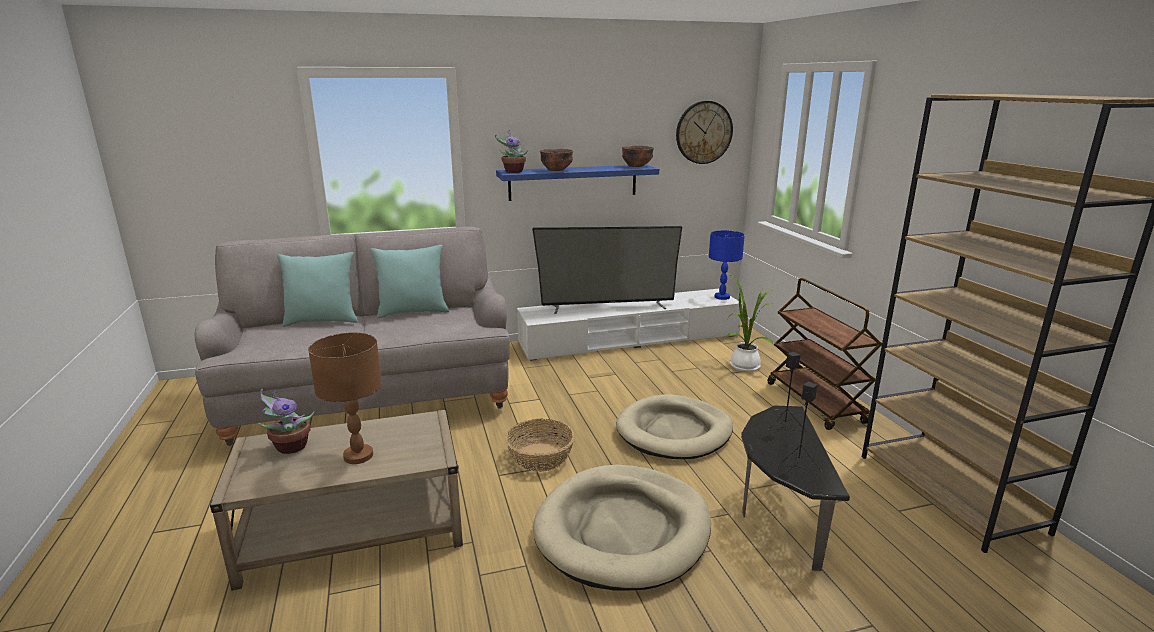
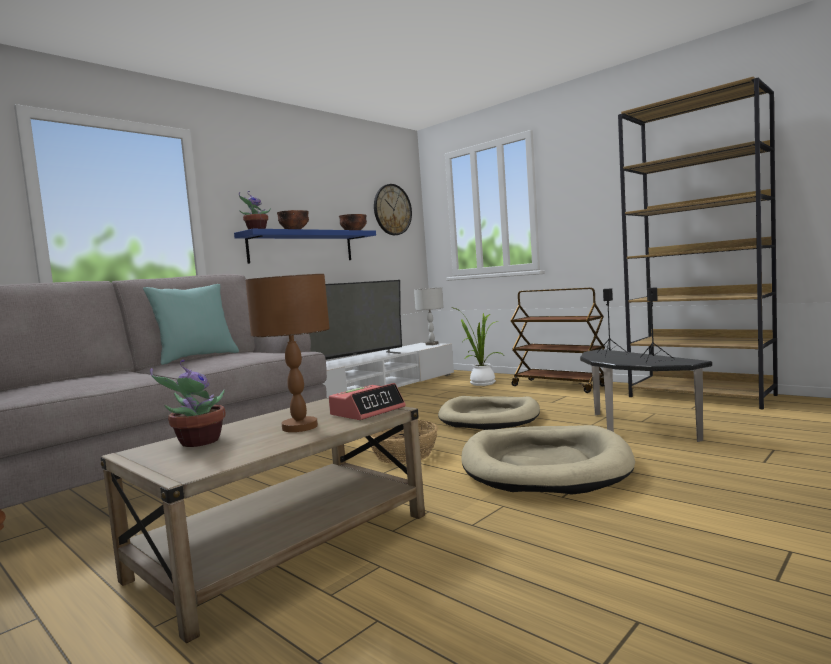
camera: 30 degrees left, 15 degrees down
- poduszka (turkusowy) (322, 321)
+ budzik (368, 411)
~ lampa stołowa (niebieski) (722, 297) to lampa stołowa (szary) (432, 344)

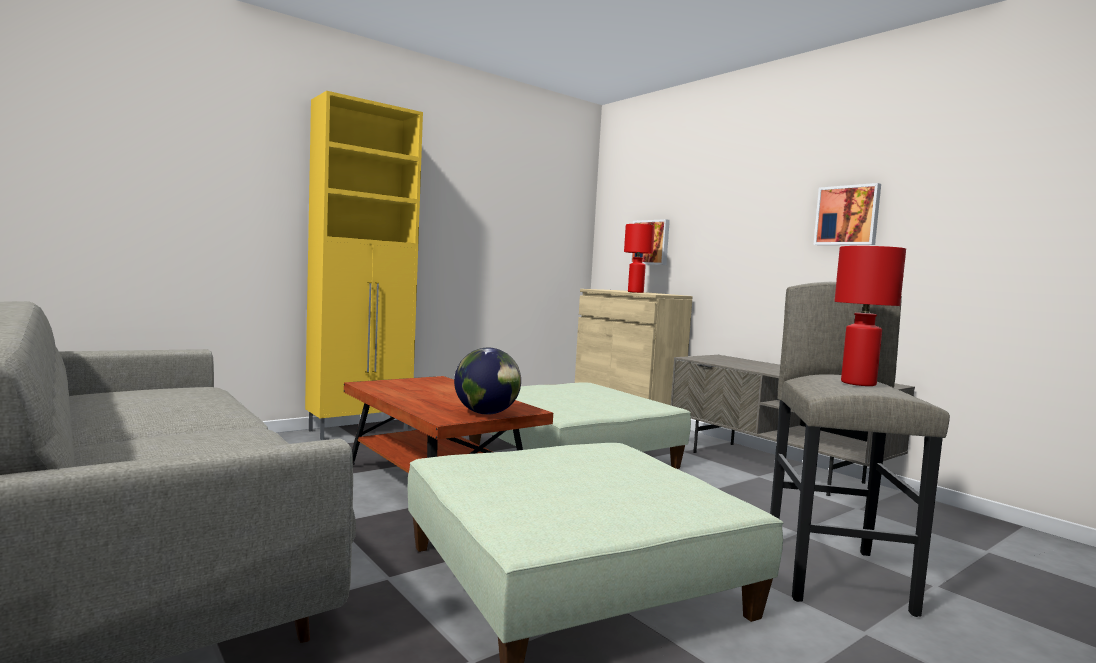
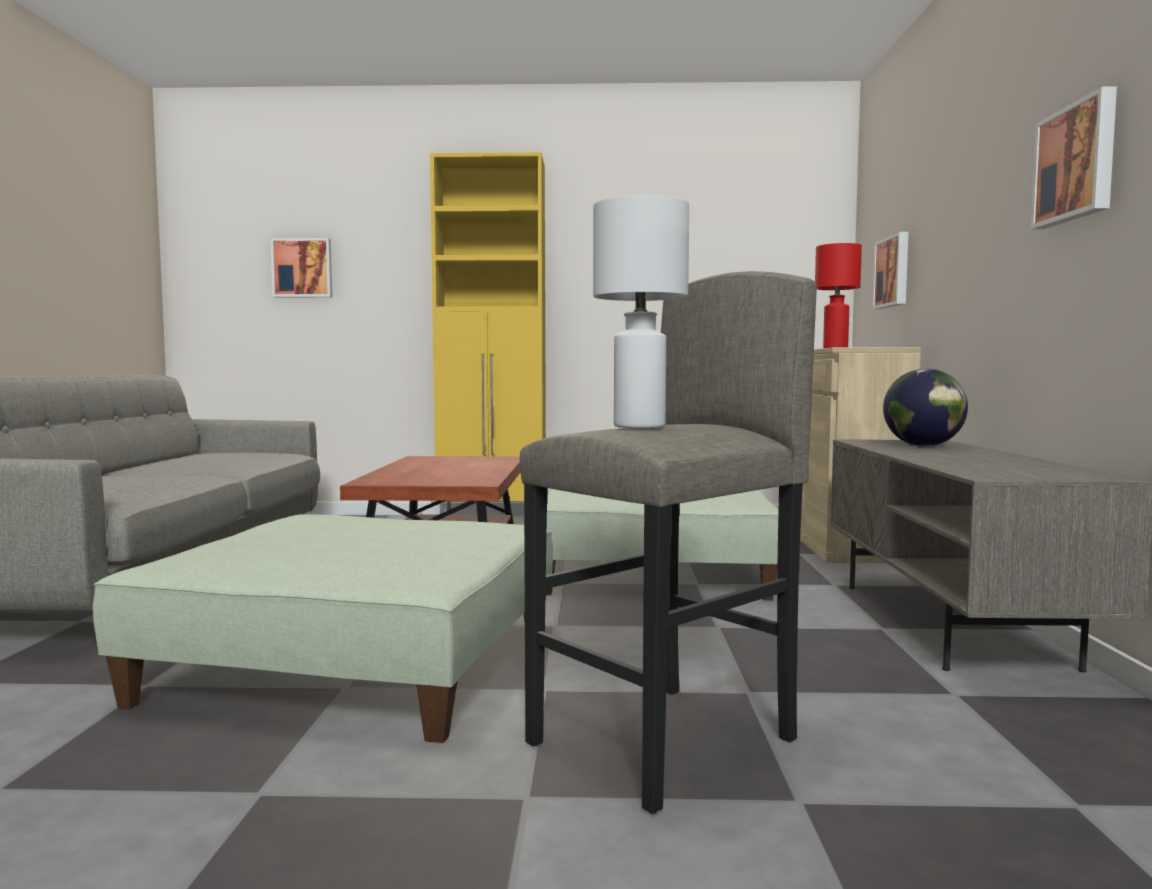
camera: 40 degrees right, 0 degrees up
+ obraz (303, 268)
~ globus (486, 413) to (923, 446)
~ lampa stołowa (czerwony) (857, 383) to lampa stołowa (biały) (639, 426)

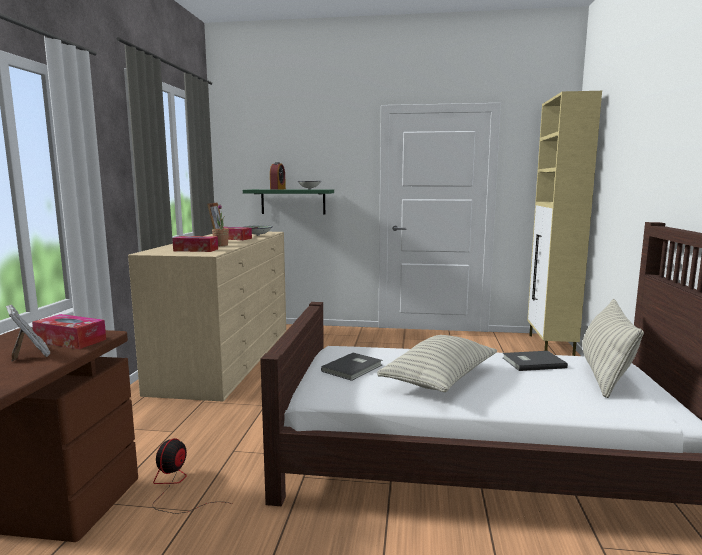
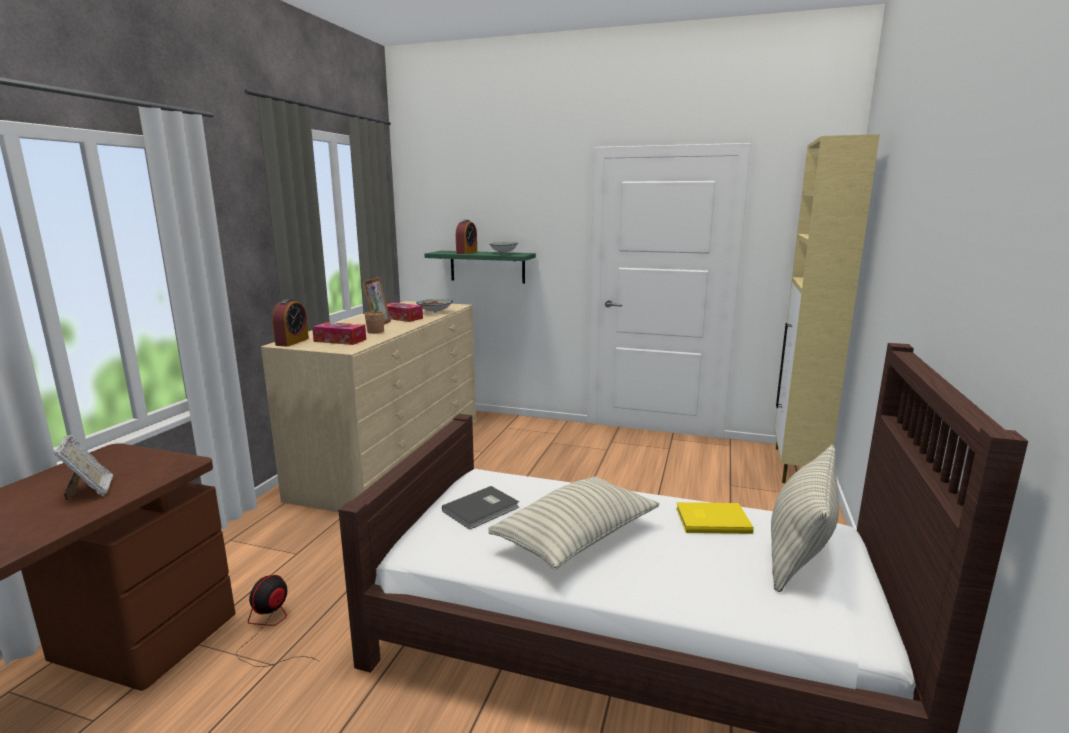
camera: 10 degrees right, 5 degrees up
- pudełko chusteczek (70, 340)
+ budzik (292, 342)
~ książka (szary) (532, 362) to książka (żółty) (711, 519)

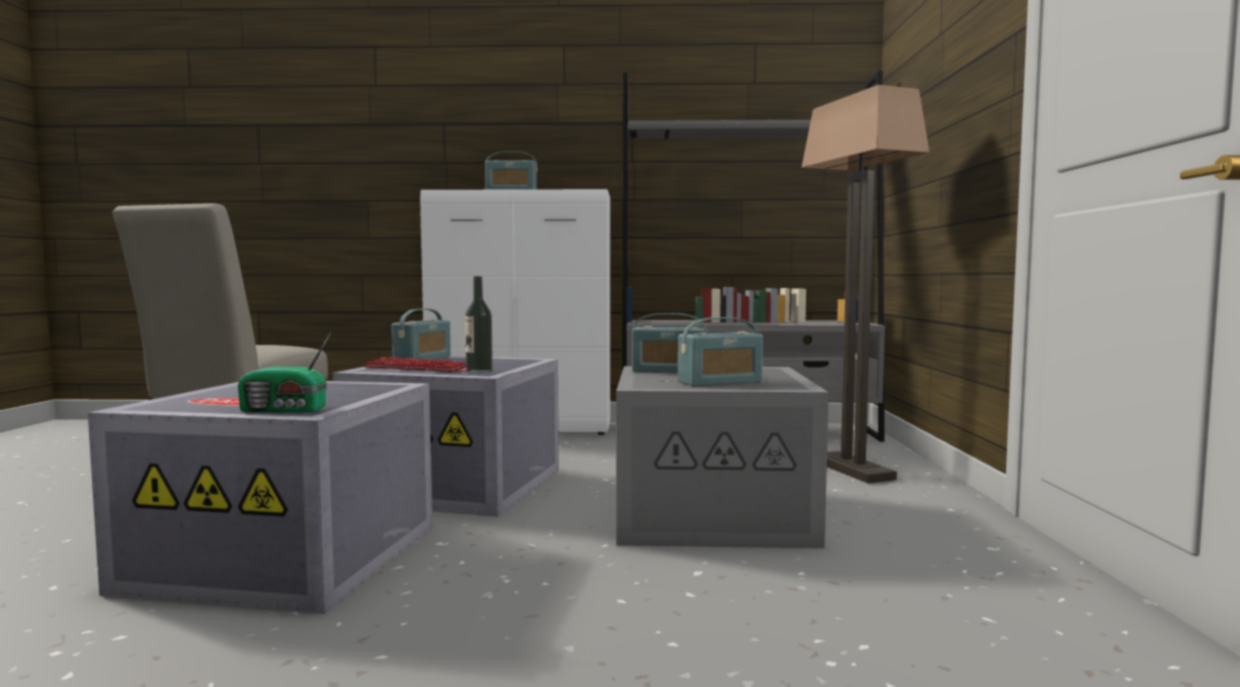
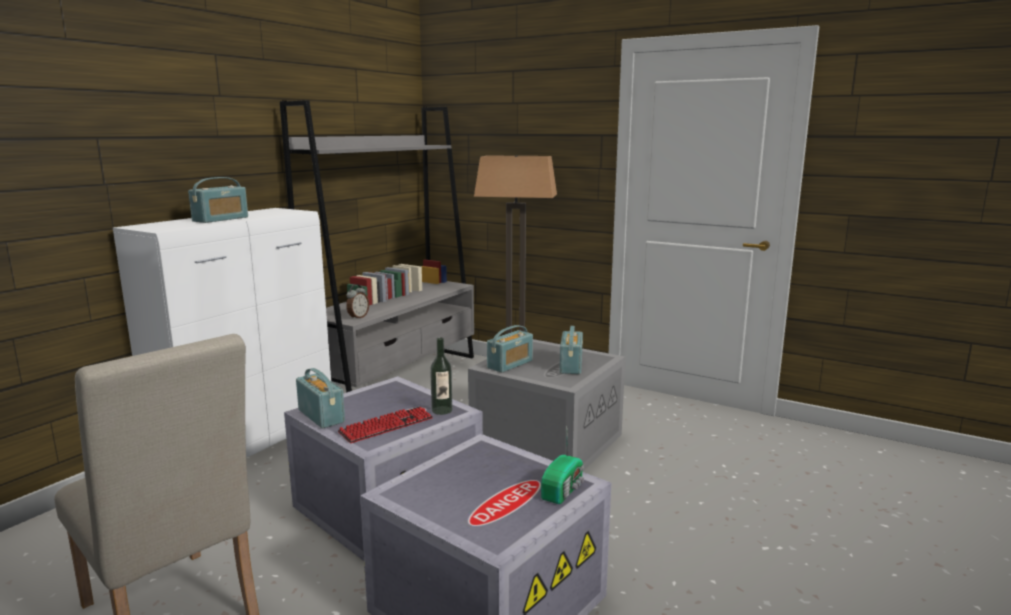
camera: 60 degrees left, 10 degrees up
+ budzik (358, 317)

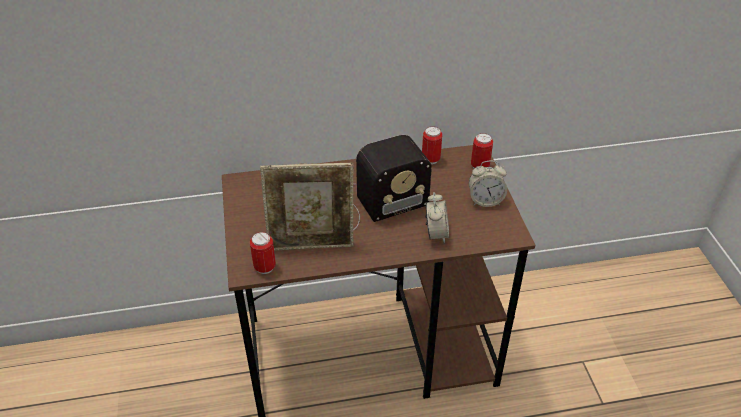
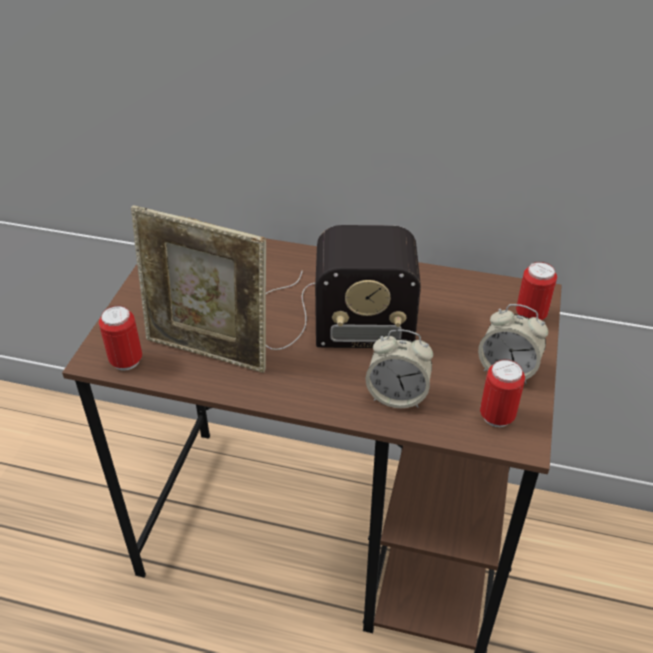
camera: 25 degrees right, 0 degrees up
~ puszka (430, 159) to (497, 416)
~ budzik (436, 234) = (397, 395) 75 degrees clockwise

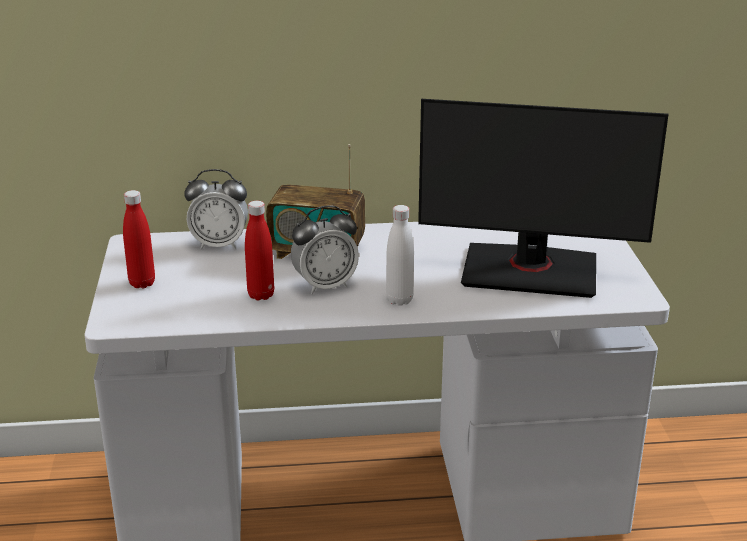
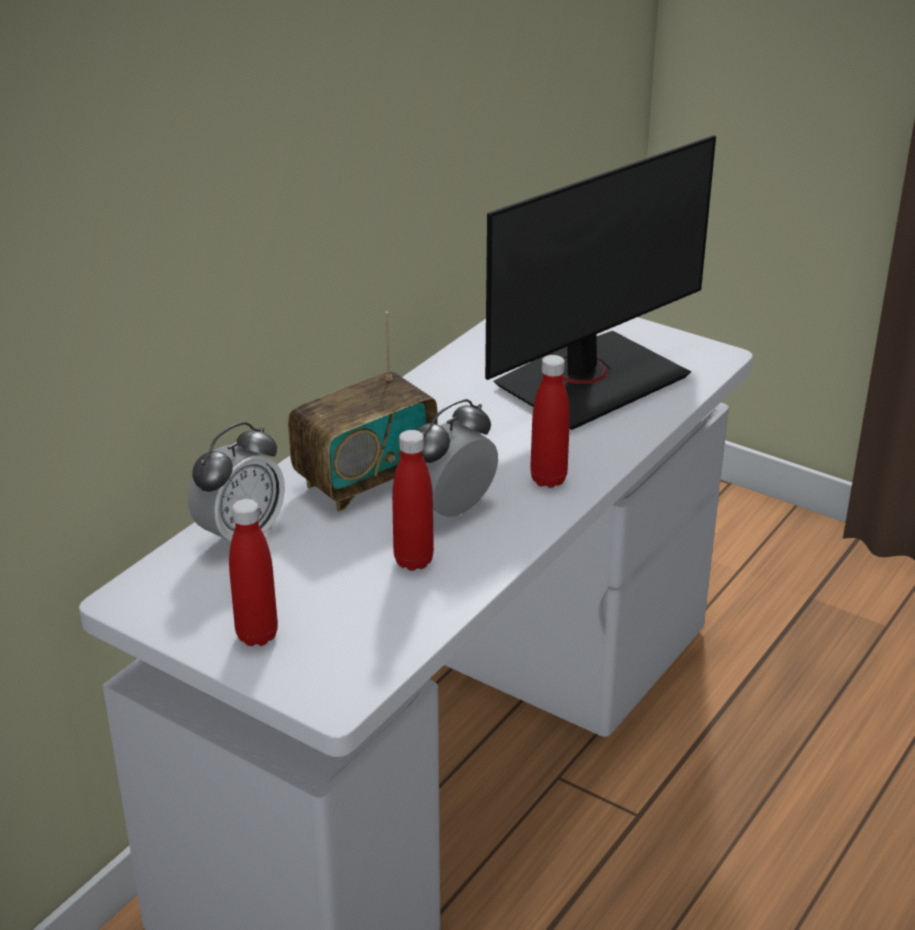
camera: 50 degrees left, 5 degrees up
~ butelka (biały) (399, 300) to butelka (czerwony) (548, 479)
~ budzik (325, 285) = (452, 509) 150 degrees counterclockwise

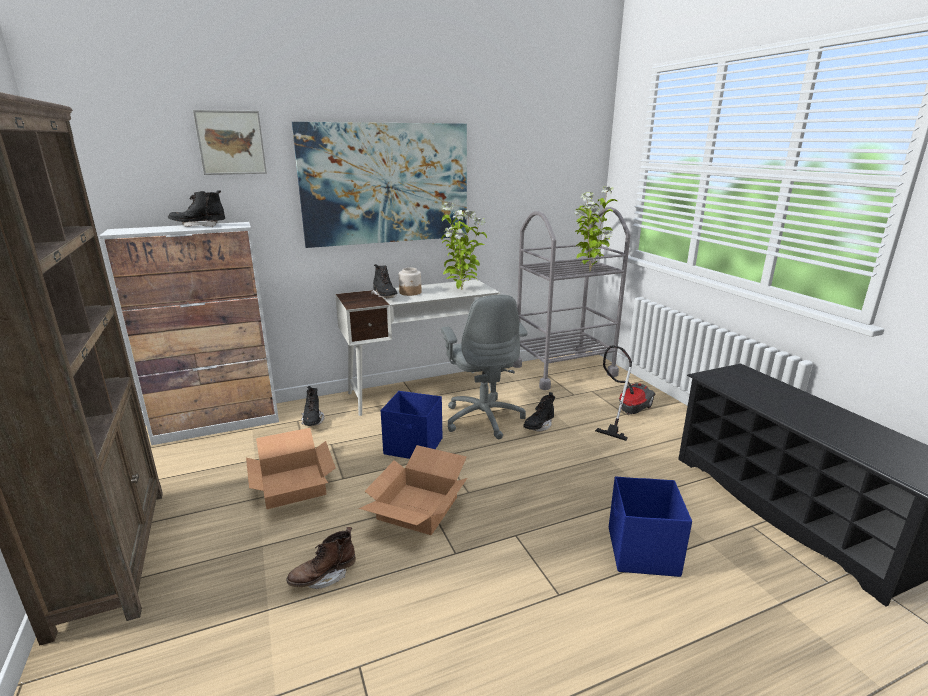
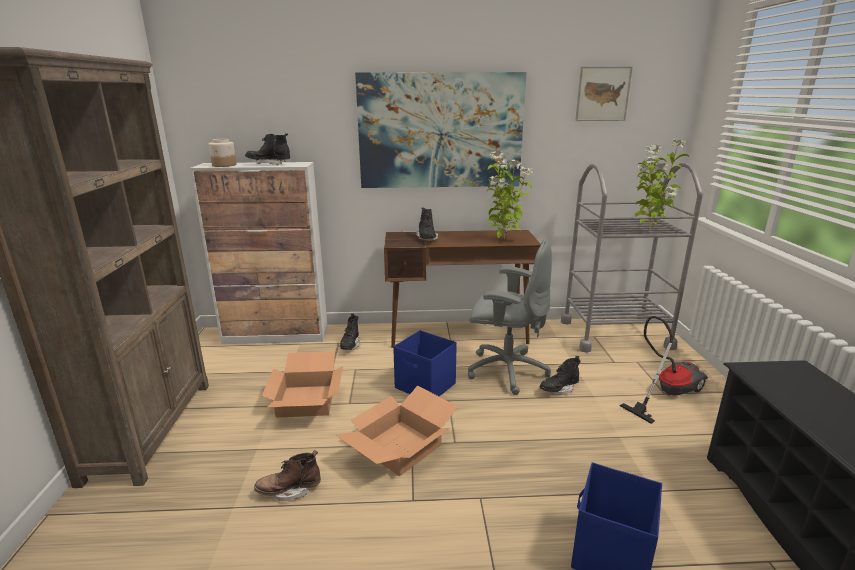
camera: 20 degrees right, 0 degrees up
~ obraz (231, 143) to (603, 94)
~ słoik (410, 292) to (224, 165)
~ biurko (biały) (422, 391) to biurko (brązowy) (459, 334)
~ krzesło biurowe (szary) (483, 418) = (505, 370) 75 degrees counterclockwise

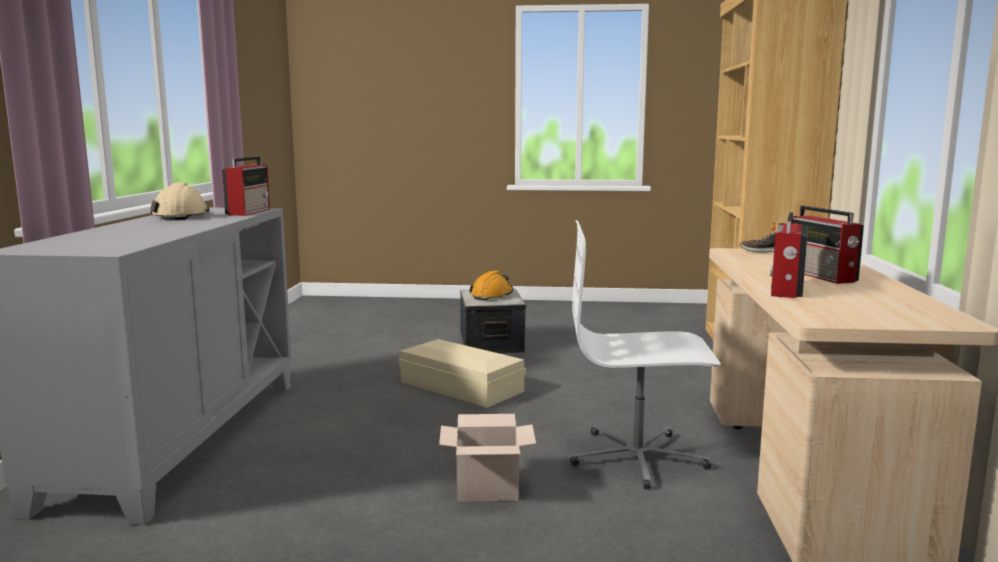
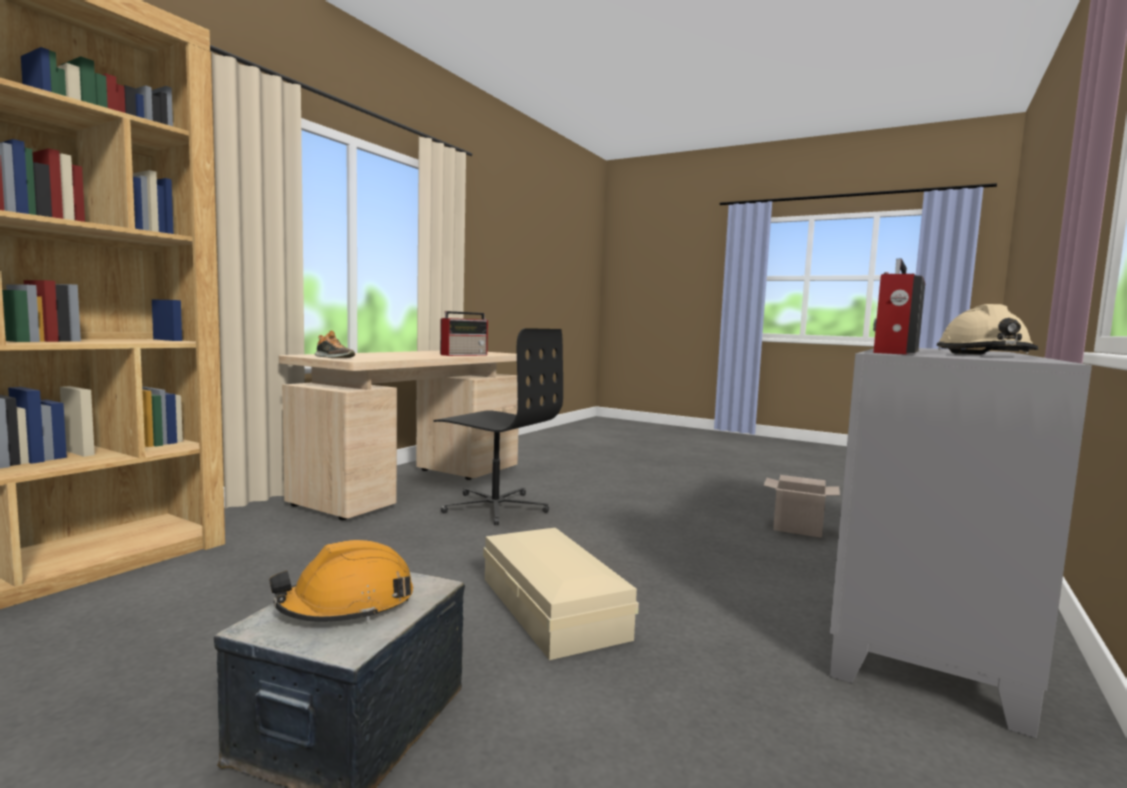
camera: 155 degrees left, 5 degrees down
- radio (822, 276)
~ karton (485, 489) to (799, 528)
~ krzesło biurowe (biały) (638, 458) to krzesło biurowe (czarny) (495, 507)

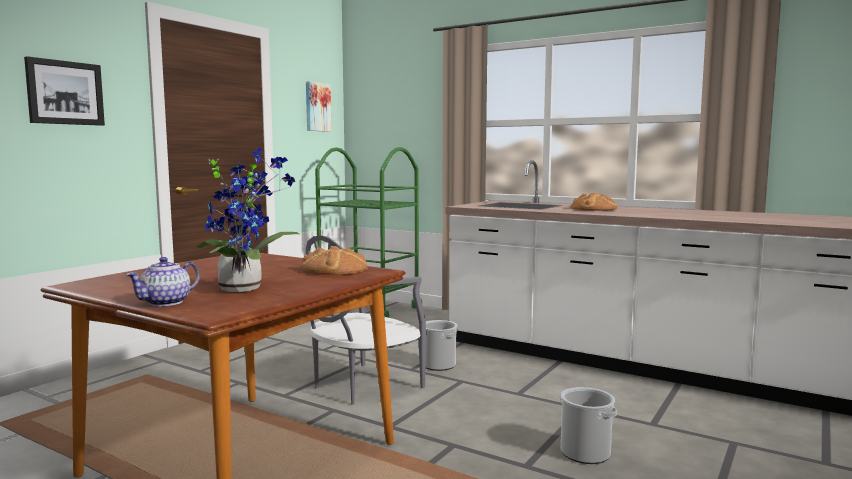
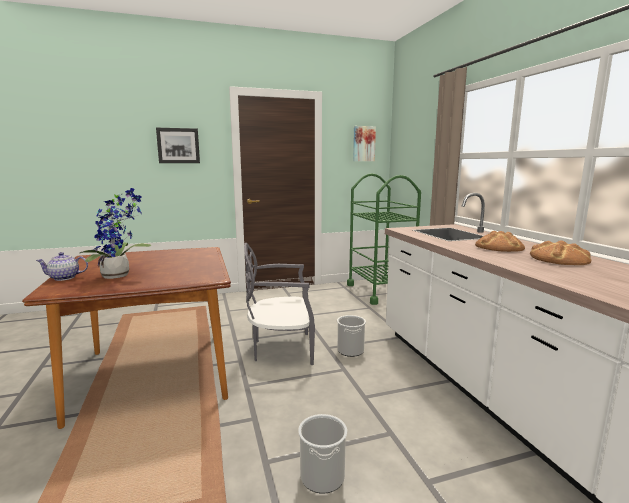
camera: 40 degrees right, 5 degrees up
~ chleb (334, 269) to (559, 259)

